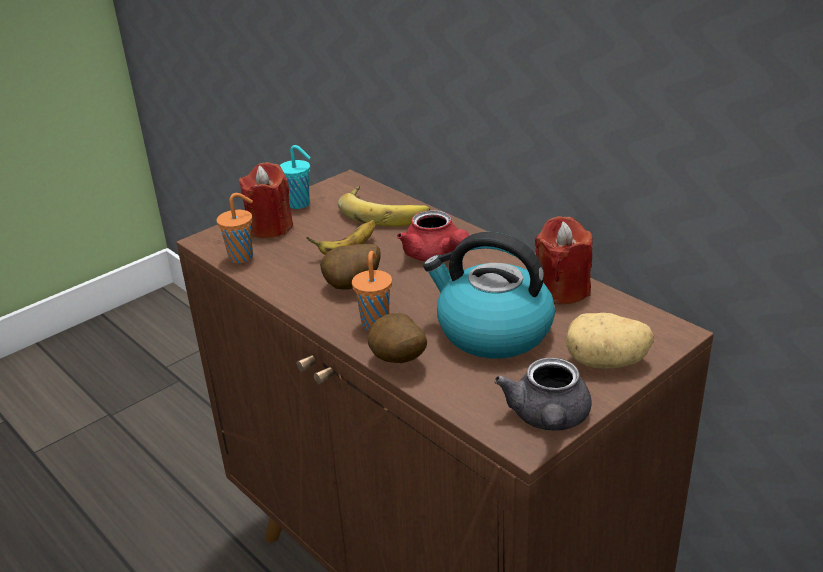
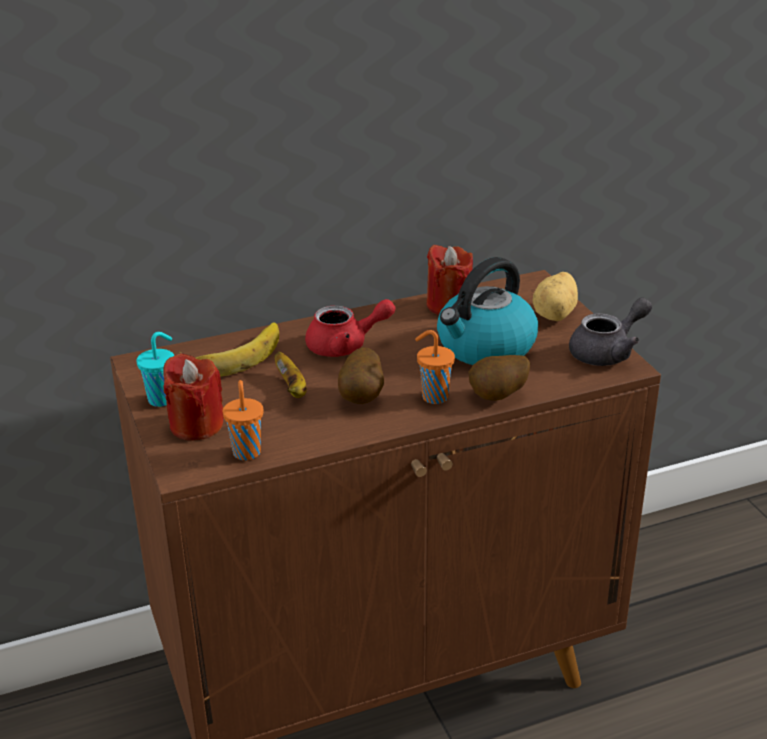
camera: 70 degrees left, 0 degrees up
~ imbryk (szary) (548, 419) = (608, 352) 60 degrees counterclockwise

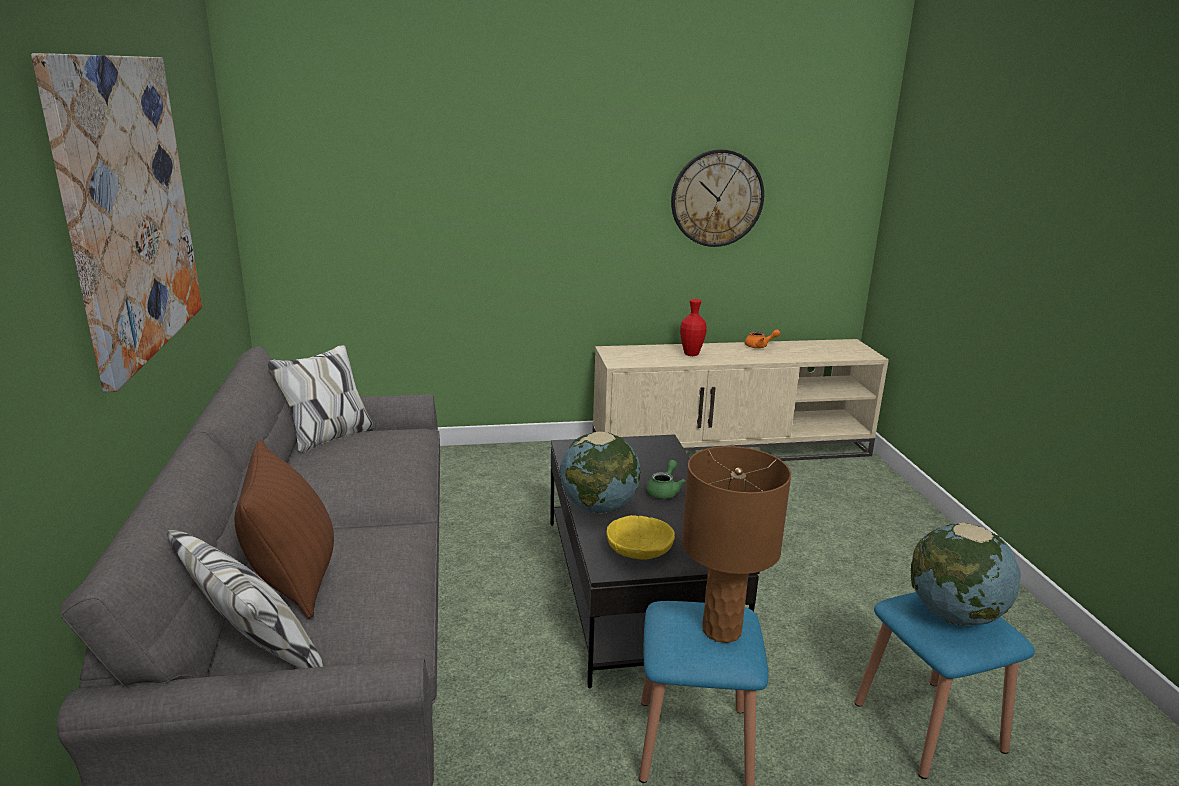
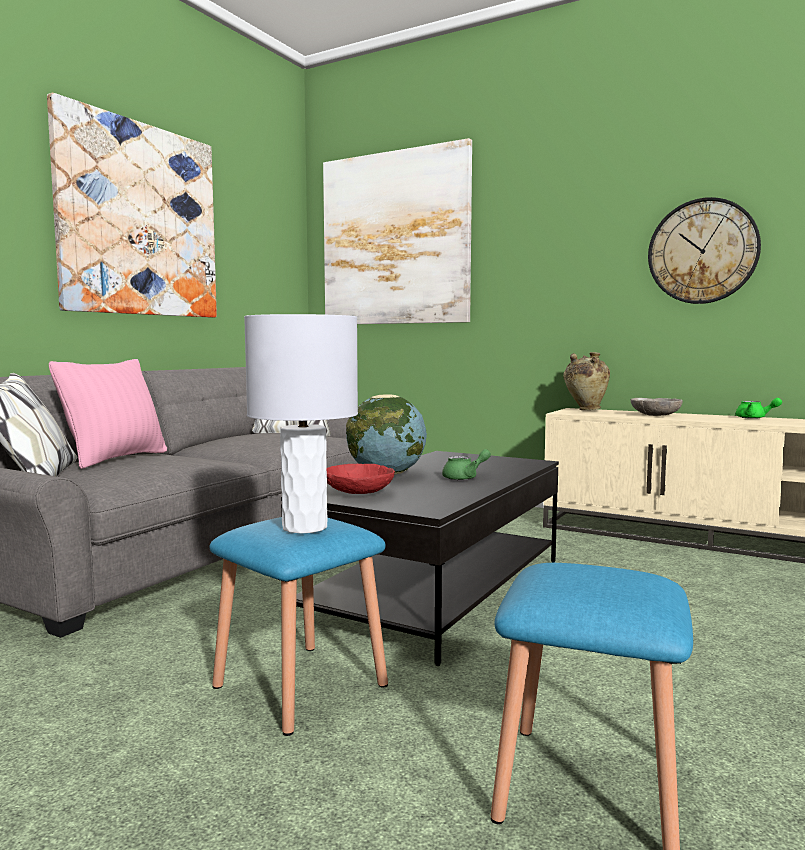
camera: 40 degrees right, 15 degrees down
- globus (954, 615)
+ obraz (395, 239)
+ wazon (beżowy) (585, 410)
~ wazon (czerwony) (691, 354) to miska (szary) (655, 415)
~ poduszka (brązowy) (294, 579) to poduszka (różowy) (115, 459)
~ miska (żółty) (639, 551) to miska (czerwony) (358, 493)
~ lampa stołowa (brązowy) (722, 630) to lampa stołowa (szary) (304, 527)
~ imbryk (pomarańczowy) (759, 346) to imbryk (zielony) (755, 418)

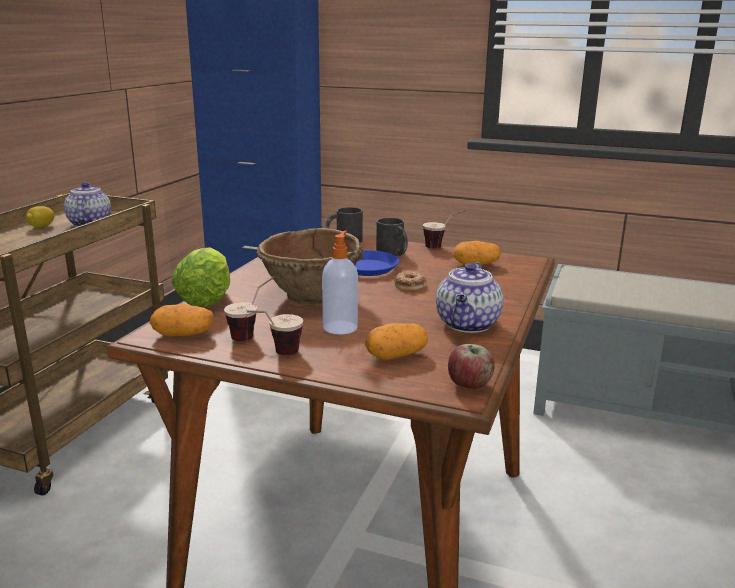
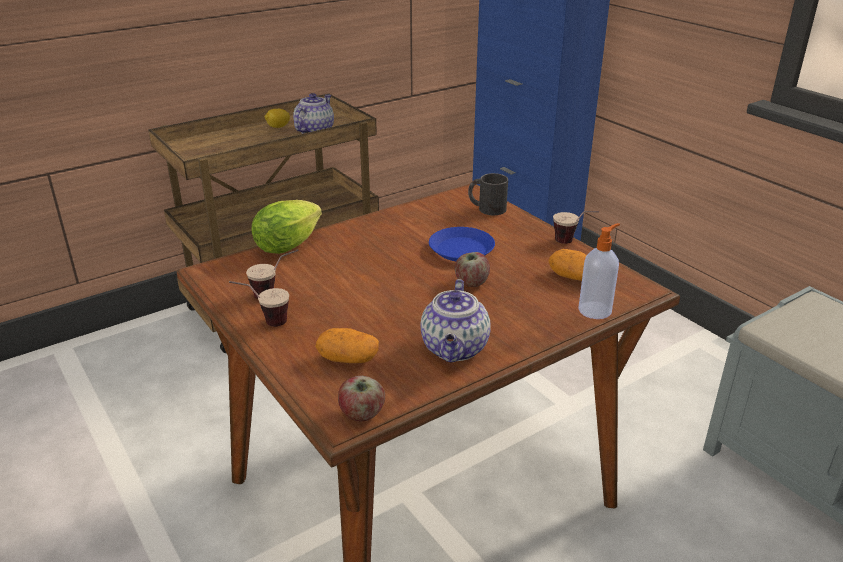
camera: 35 degrees right, 10 degrees up
- ziemniak (183, 335)
- miska (brązowy) (311, 297)
- kubek (czarny) (393, 254)
~ dozownik mydła (340, 327) to (595, 310)
~ donut (410, 285) to jabłko (471, 283)
~ imbryk (468, 325) = (455, 349) 45 degrees counterclockwise

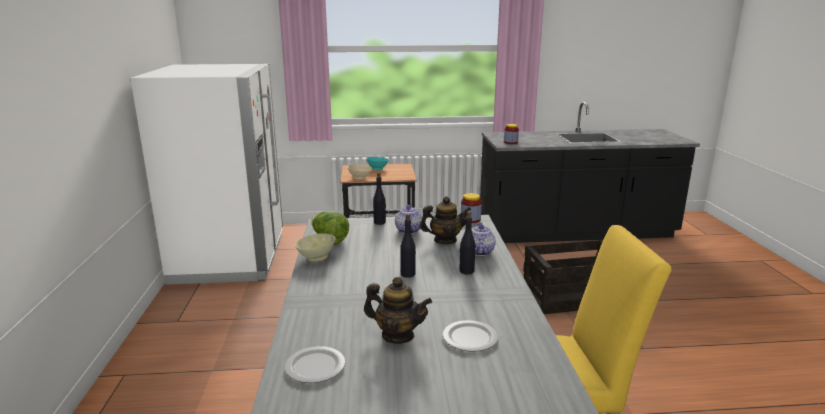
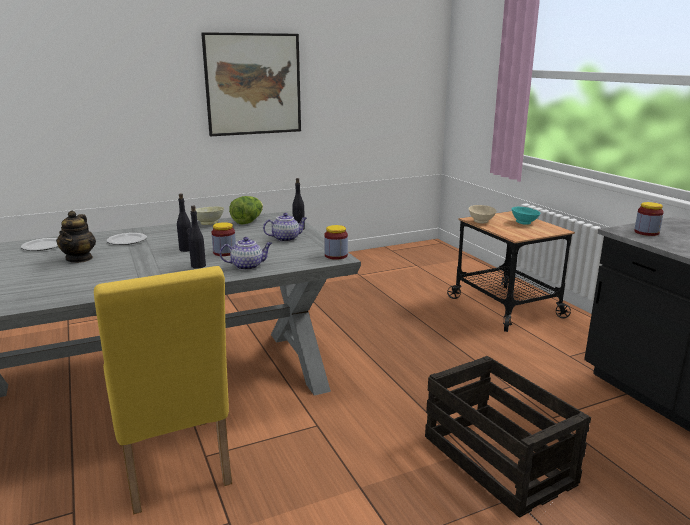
camera: 70 degrees right, 0 degrees up
- lodówka (biały) (230, 258)
- imbryk (445, 240)
+ obraz (253, 84)
+ słoik (224, 252)
~ talerz (469, 338) to (126, 240)

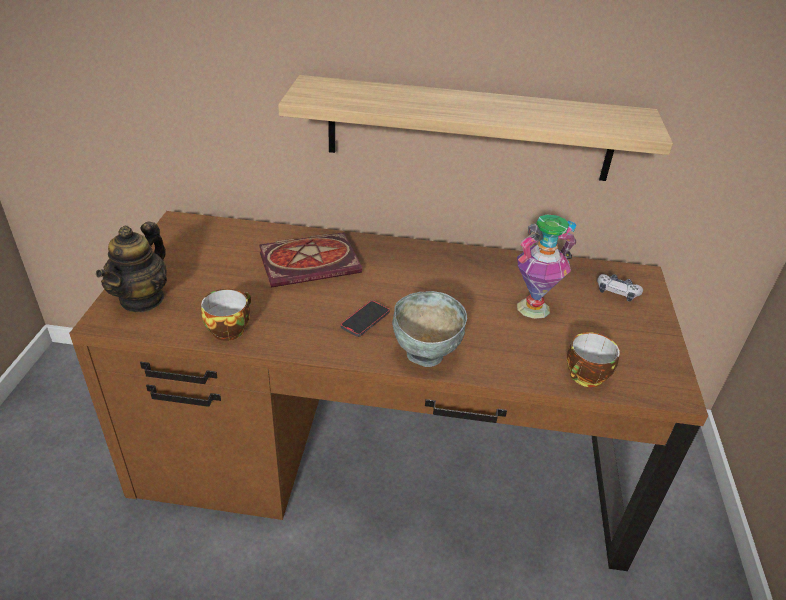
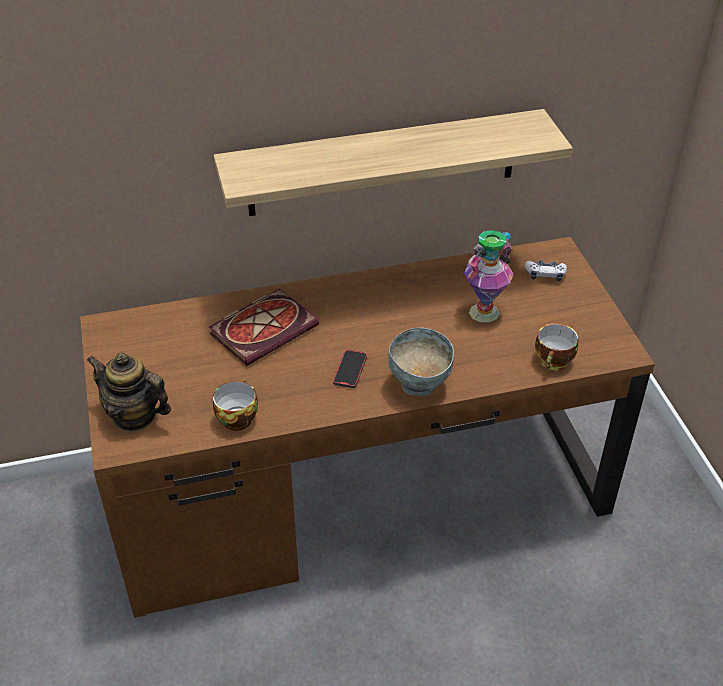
camera: 20 degrees left, 5 degrees up
~ imbryk (142, 299) = (134, 416) 120 degrees clockwise

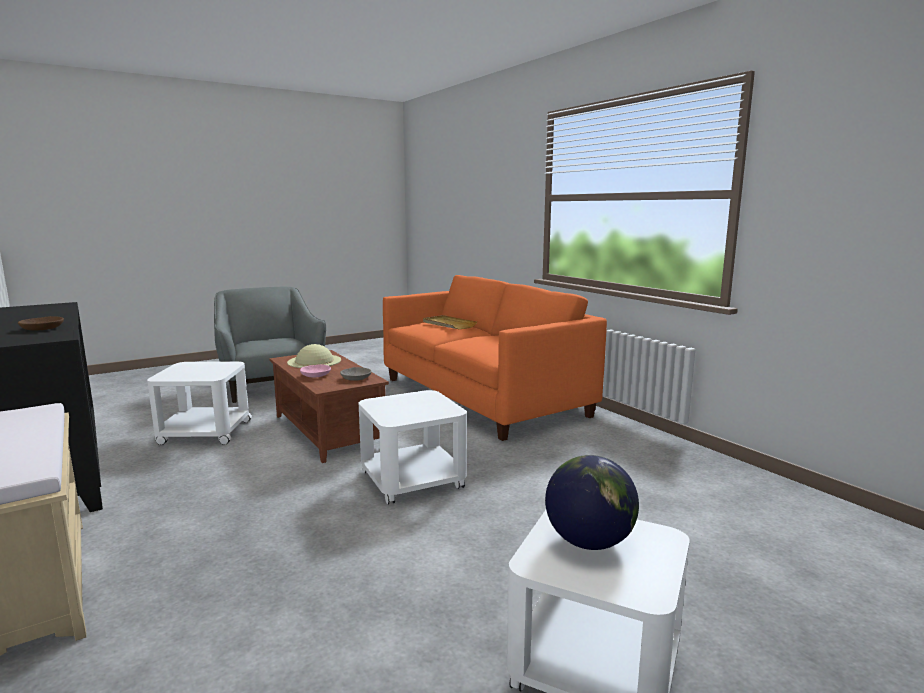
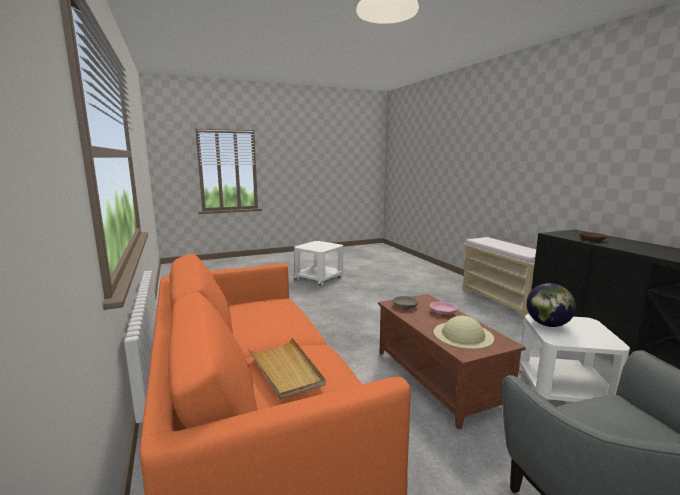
camera: 170 degrees left, 0 degrees up
- stolik (biały) (413, 480)
~ globus (589, 542) to (547, 325)

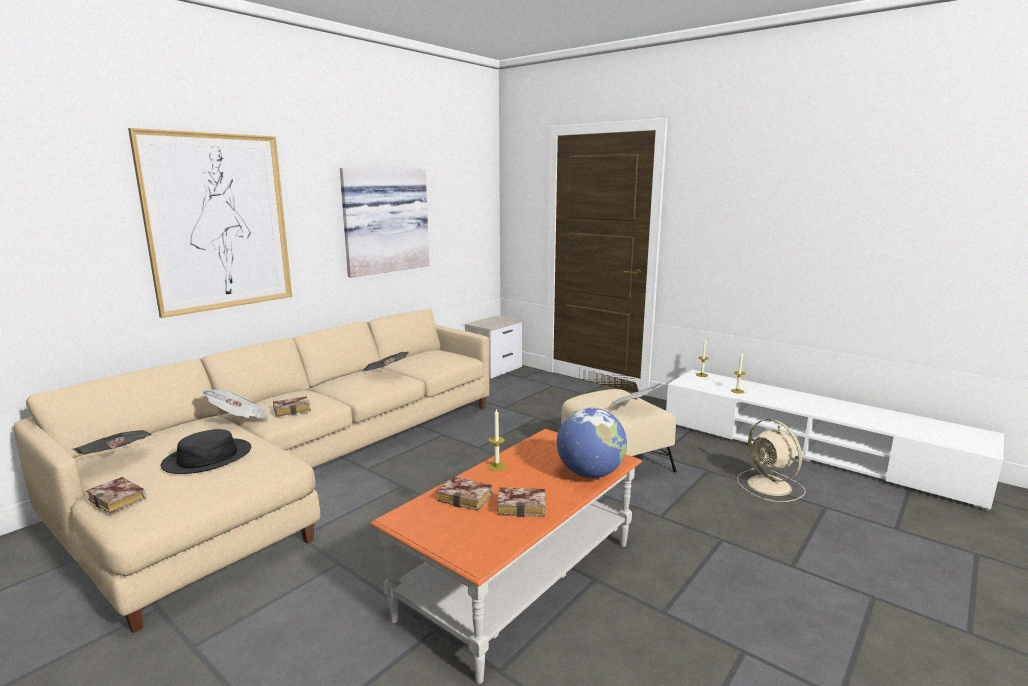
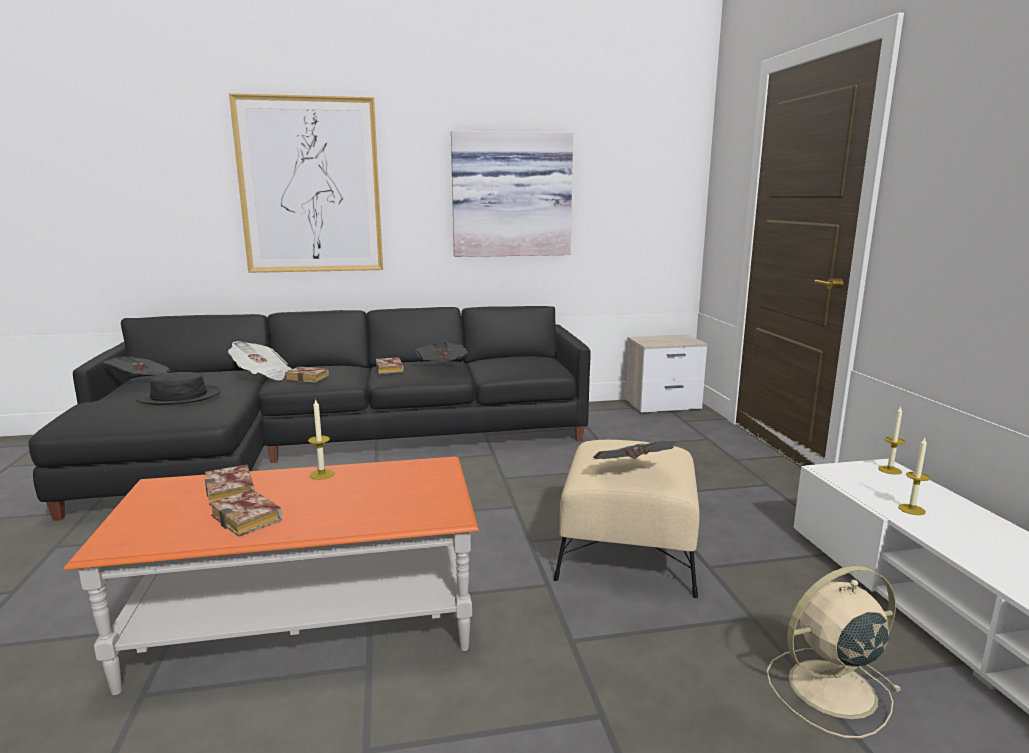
camera: 40 degrees right, 0 degrees up
- globus (590, 474)
~ książka (120, 499) to (390, 370)
~ kanapa (beżowy) (298, 470) to kanapa (czarny) (328, 445)
~ wentylator (beżowy) (771, 486) = (828, 689) 60 degrees clockwise

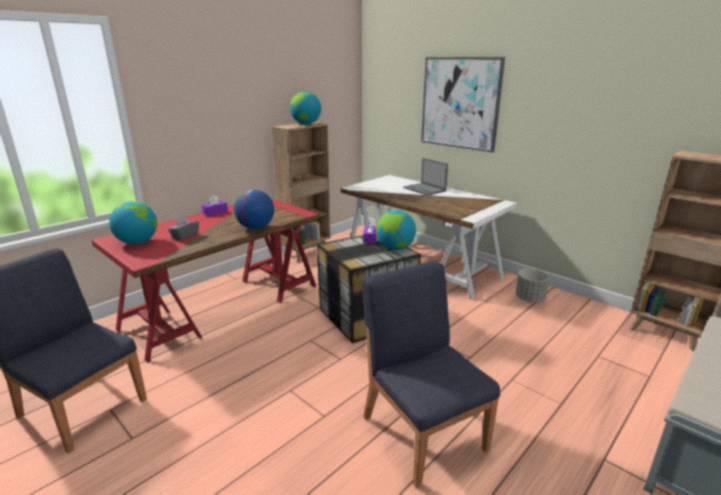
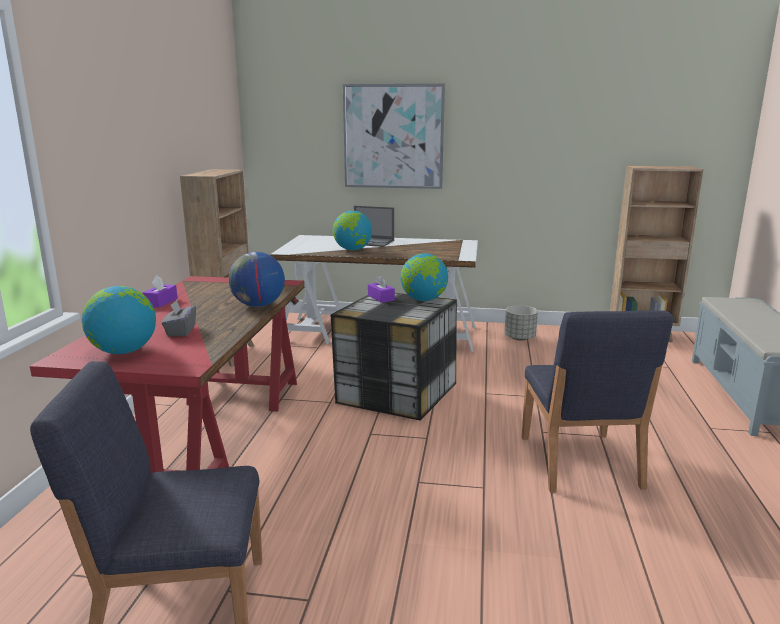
camera: 35 degrees left, 5 degrees down
~ globus (306, 124) to (352, 250)
~ krzesło (niebieski) (423, 431) = (579, 462) 120 degrees counterclockwise

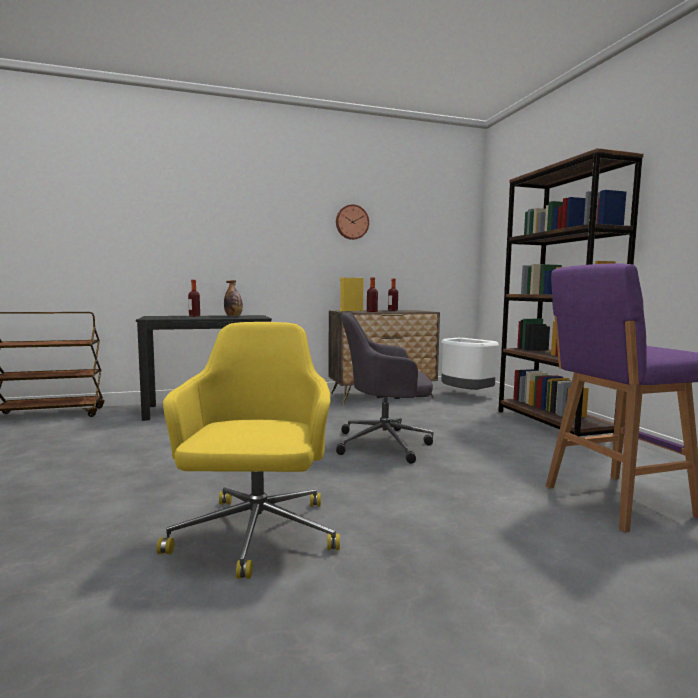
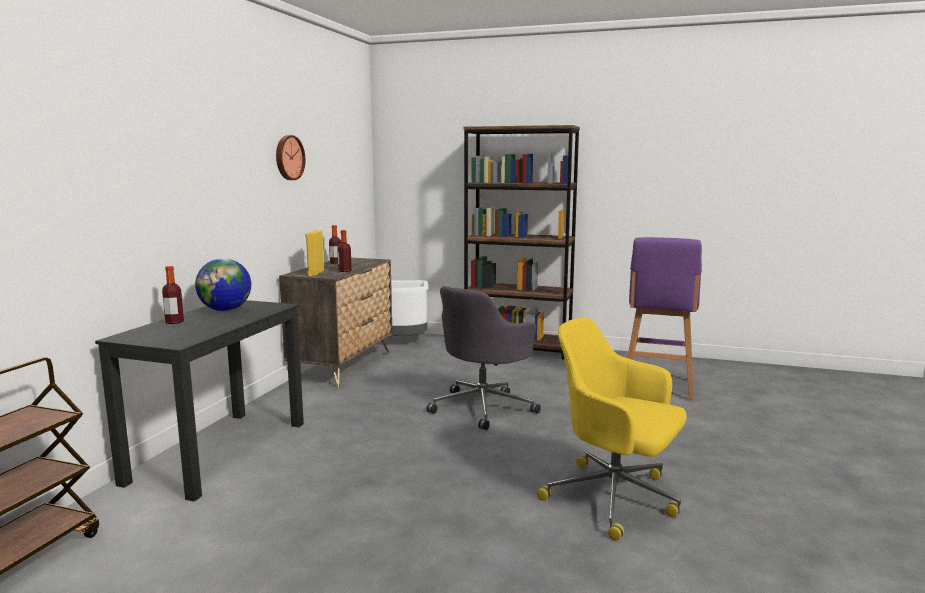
camera: 55 degrees left, 5 degrees up
~ butelka (233, 316) to globus (226, 310)

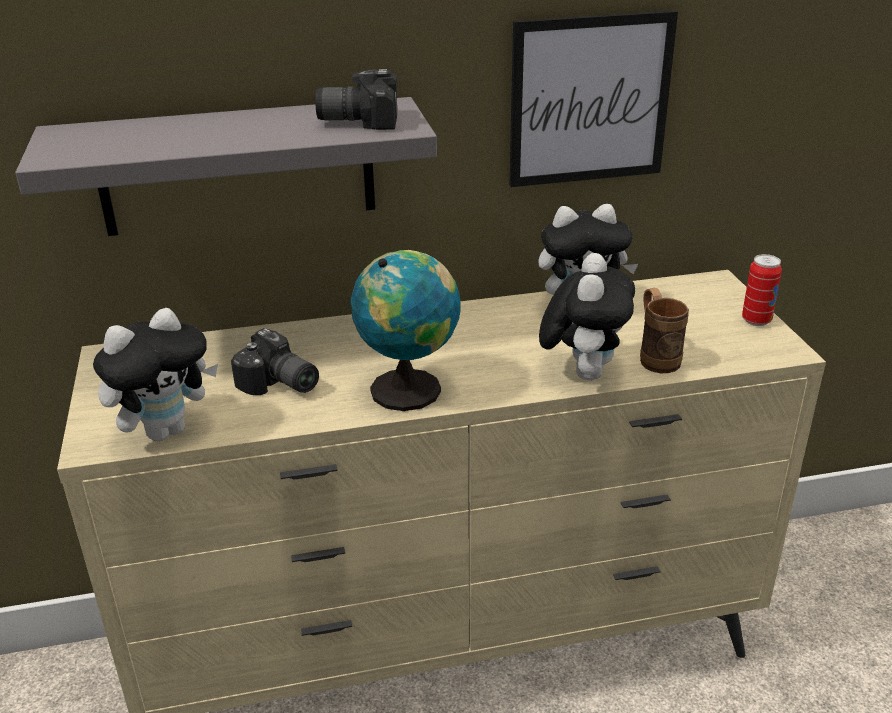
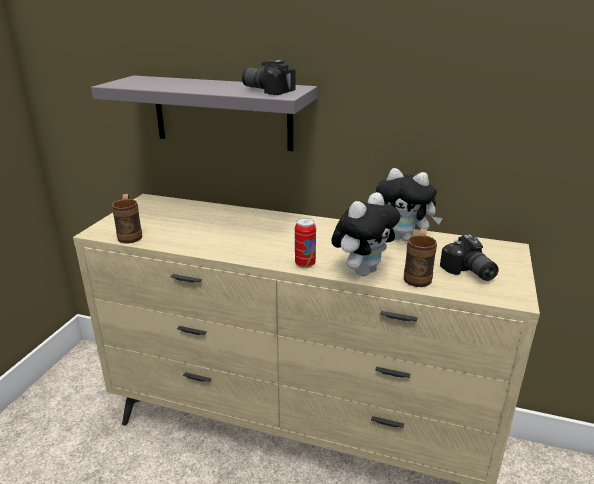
camera: 30 degrees right, 5 degrees down
- globus (410, 389)
- obraz (589, 100)
~ aparat fotograficzny (278, 385) to (468, 272)
~ puszka (756, 320) to (305, 264)
~ pluszak (166, 430) to kubek (brązowy) (130, 235)

